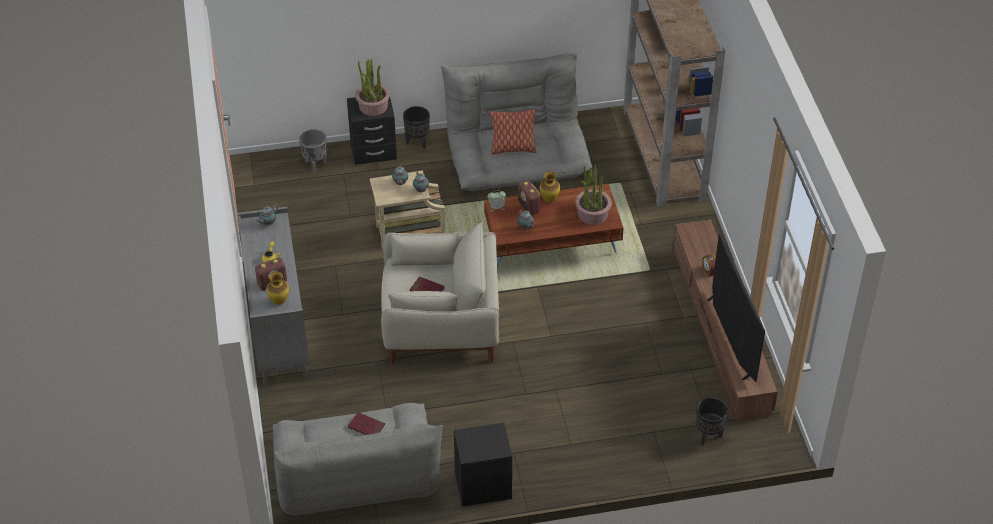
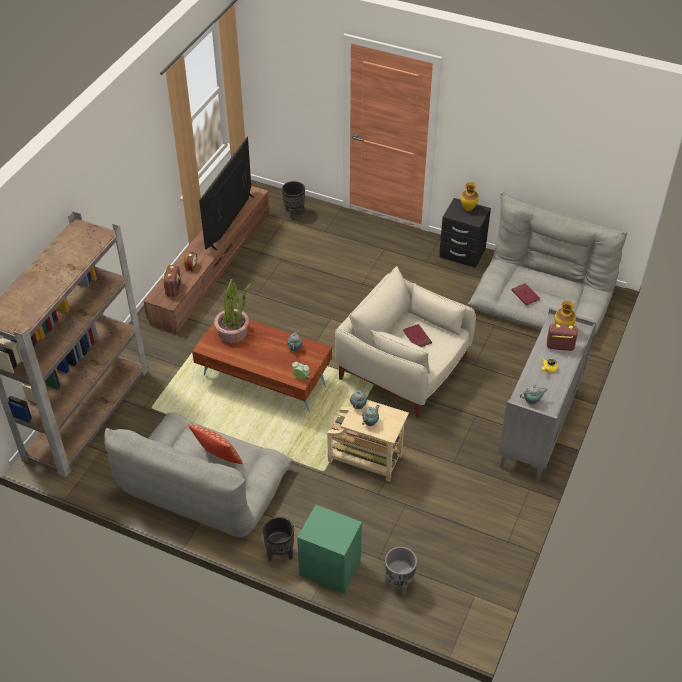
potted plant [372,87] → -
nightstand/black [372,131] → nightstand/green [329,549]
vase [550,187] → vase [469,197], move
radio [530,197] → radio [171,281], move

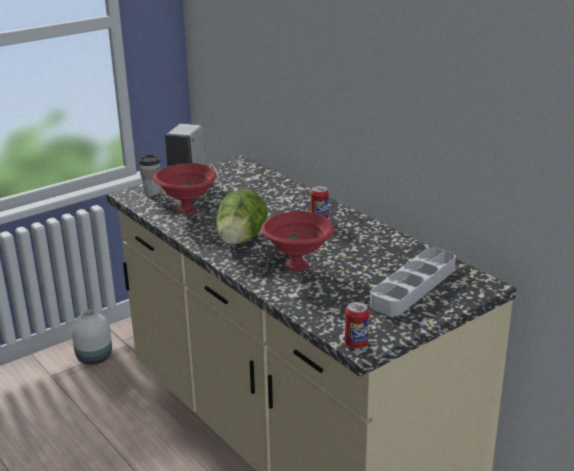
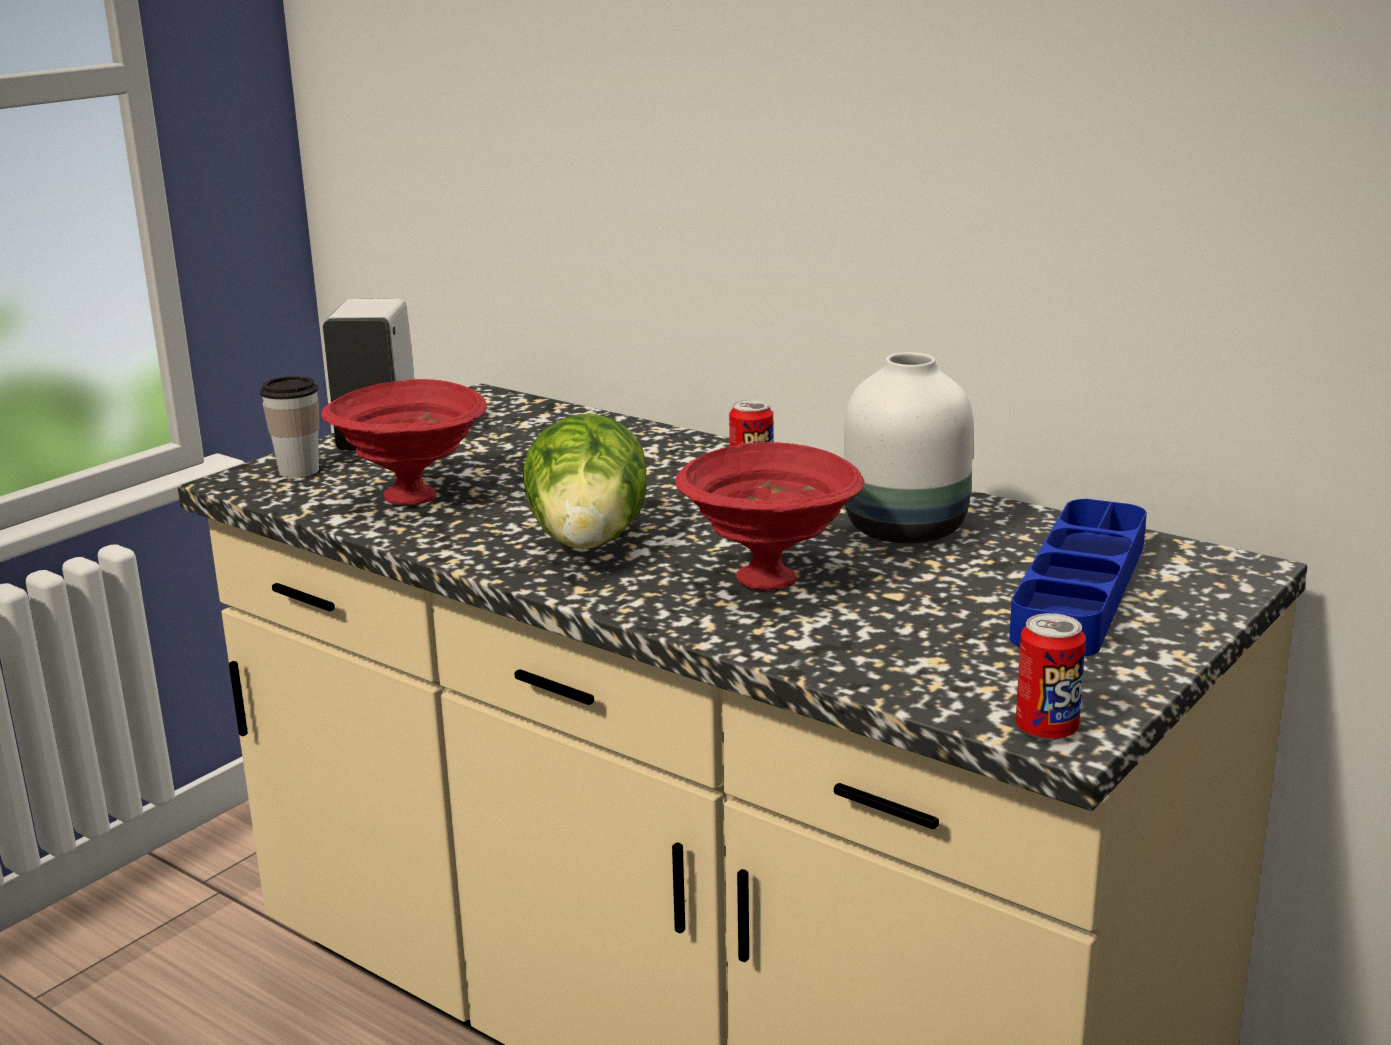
tray/grey [413,281] → tray/blue [1078,578]
vase/white [91,337] → vase/white [909,448], move

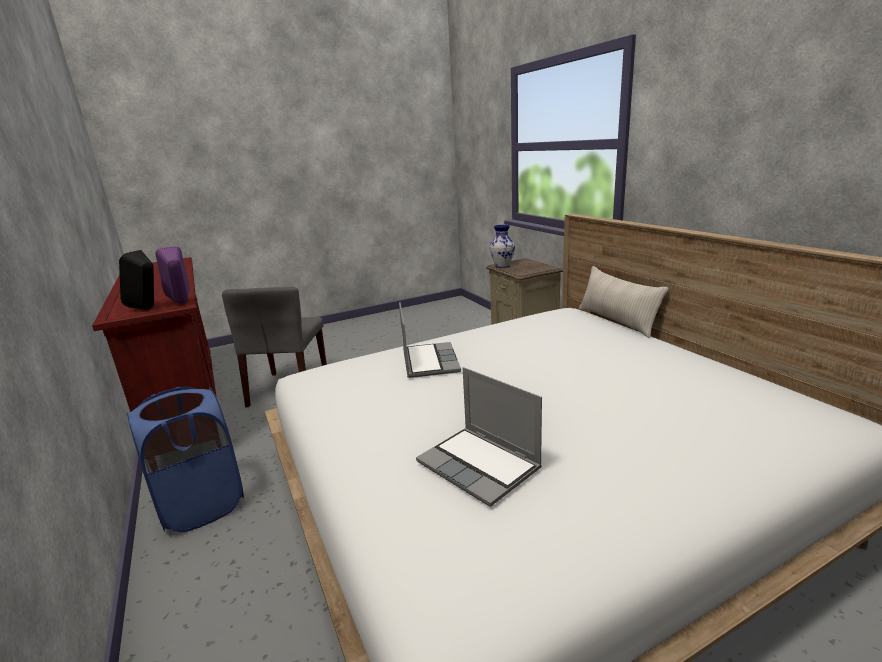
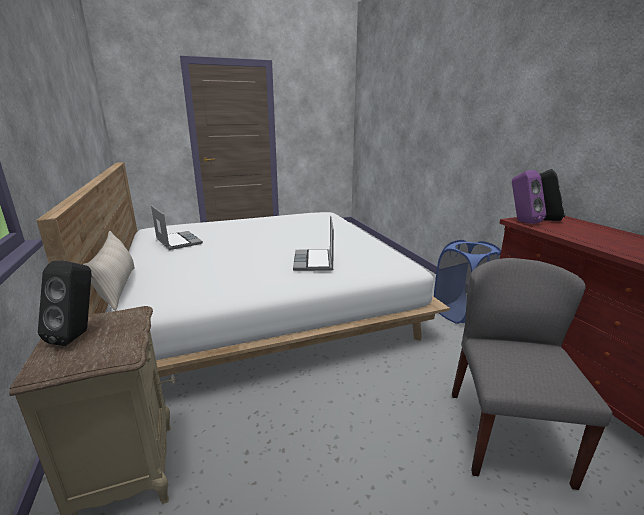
vase [502,246] → -
laptop [479,437] → laptop [177,227], move
- → speaker/black [64,303]

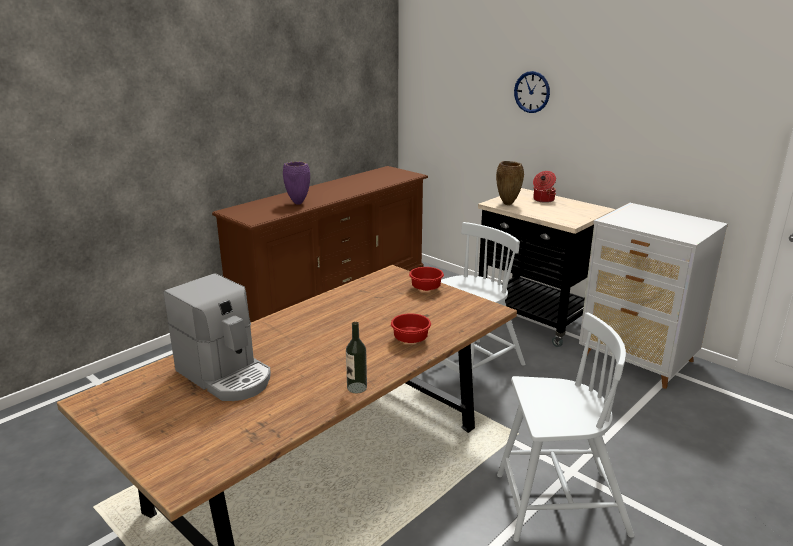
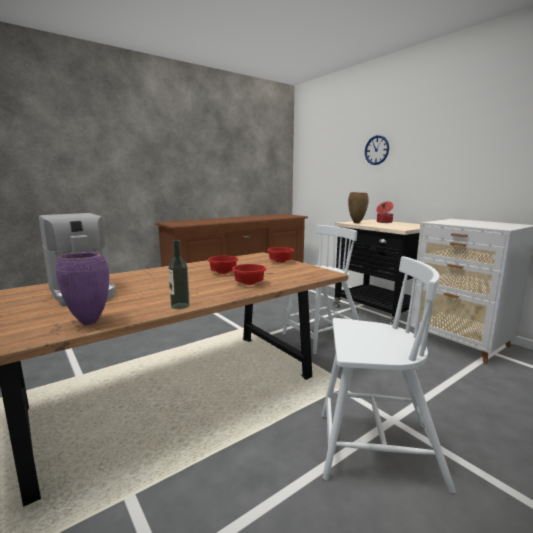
vase/purple [296,183] → vase/purple [82,288], move
- → bowl/red [223,265]

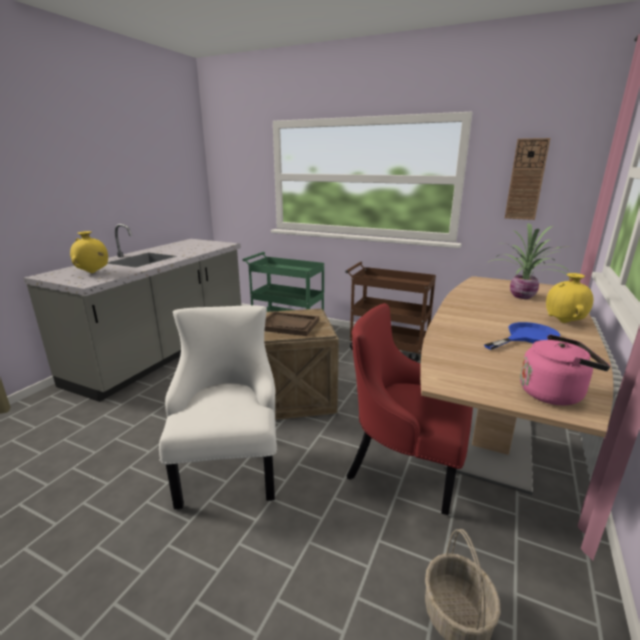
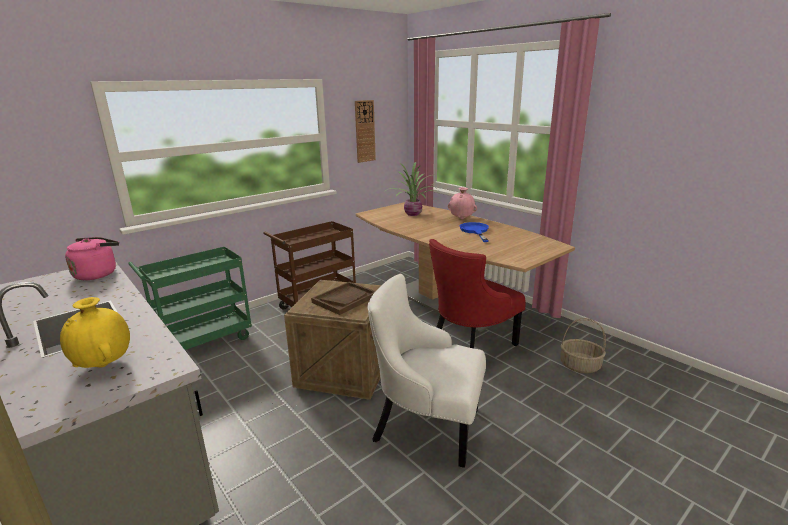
vase/yellow [569,298] → vase/pink [462,203]
kettle/pink [565,370] → kettle/pink [92,258], move

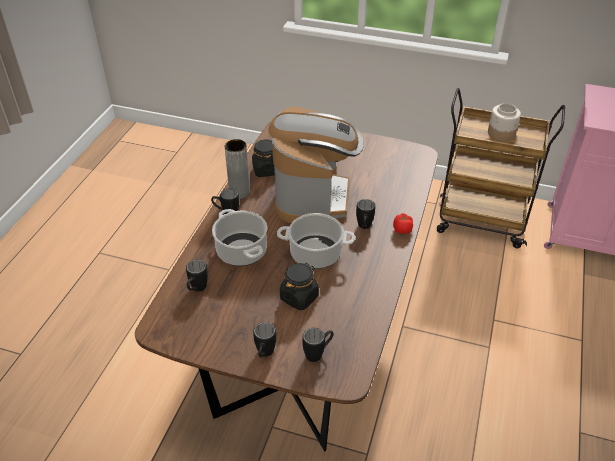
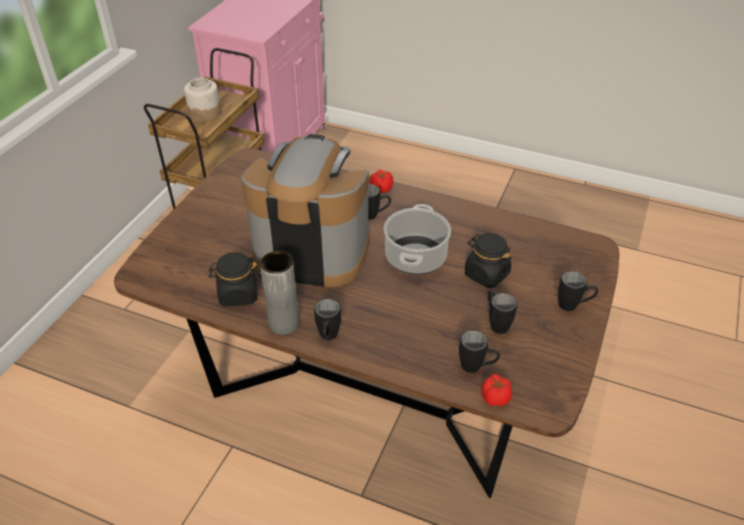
cooking pot [239,237] → -
mug/black [318,345] → mug/black [502,312], move
- → tomato [497,390]

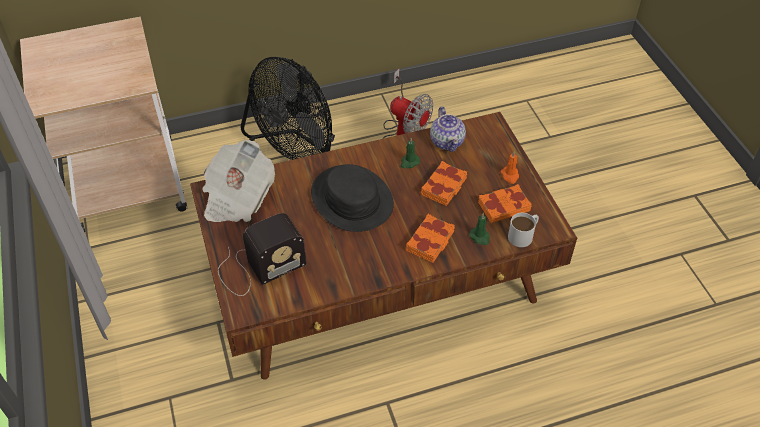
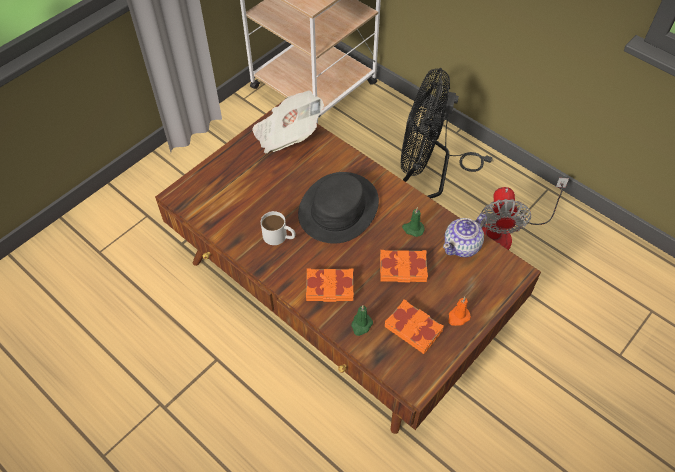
radio [262,254] → -
mug/white [523,230] → mug/white [278,228], move

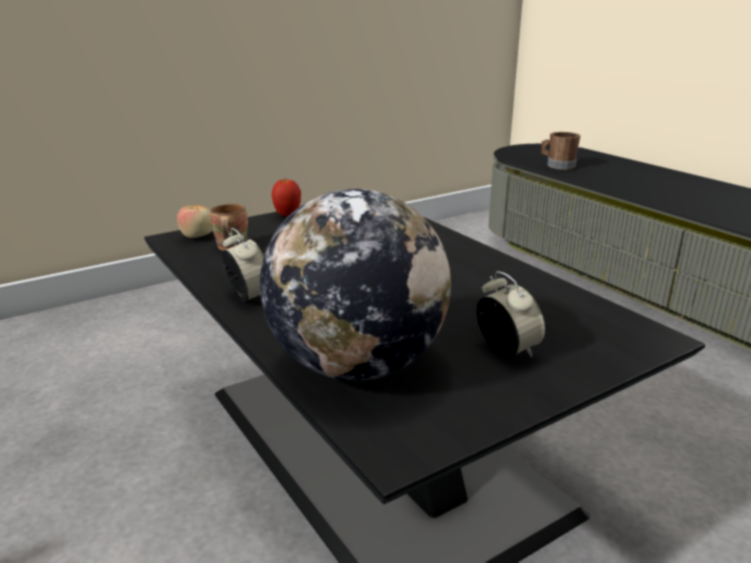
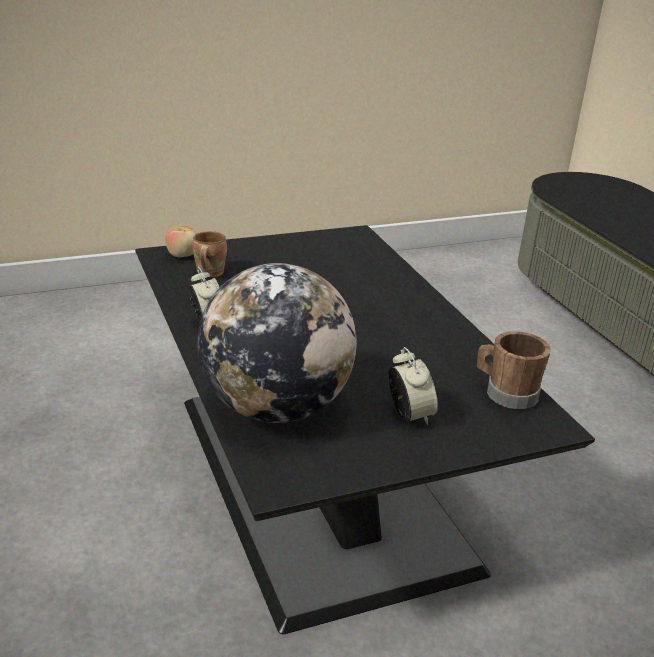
mug/brown [561,151] → mug/brown [514,370], move
apple [286,197] → -

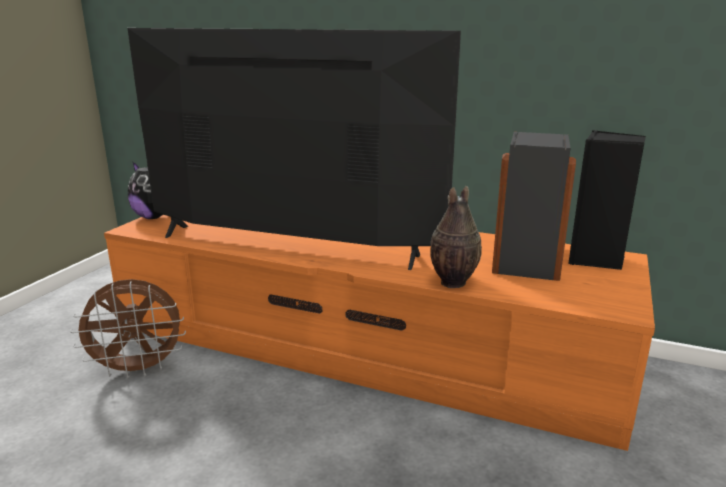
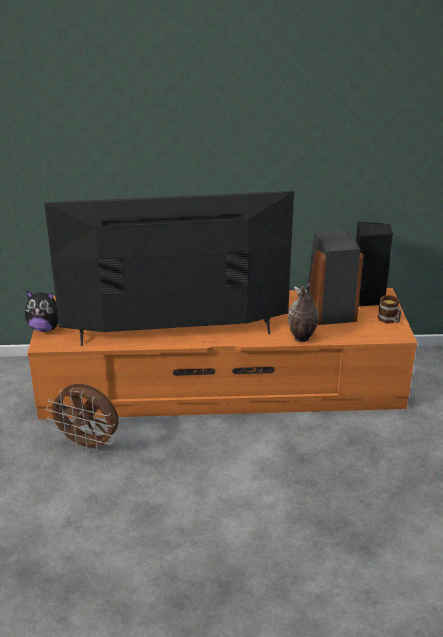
fan/brown [128,329] → fan/brown [82,418], 60 degrees clockwise
- → mug [389,309]

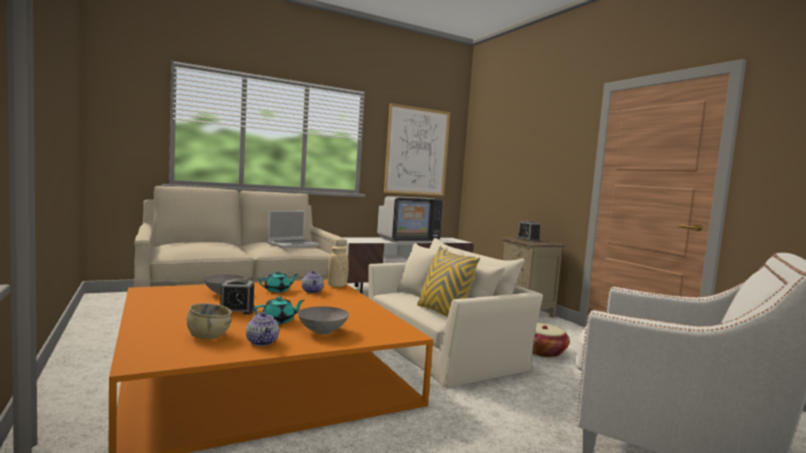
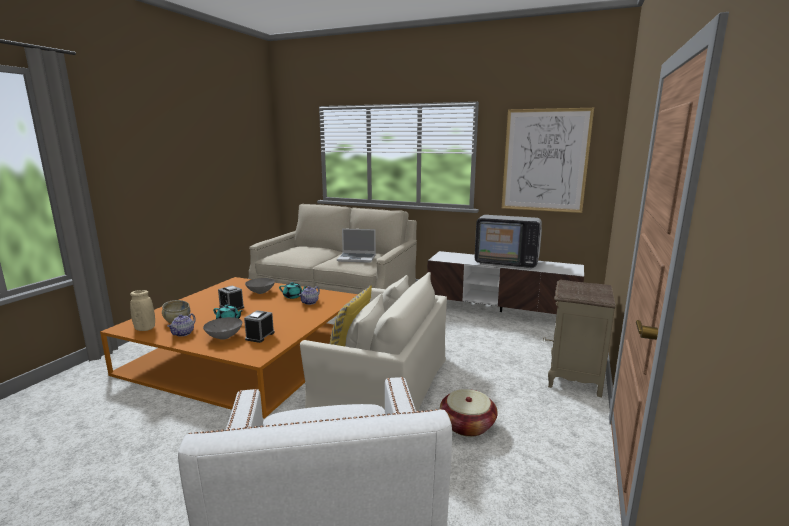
alarm clock [529,231] → alarm clock [259,326], move
vase/beige [338,266] → vase/beige [142,310], move

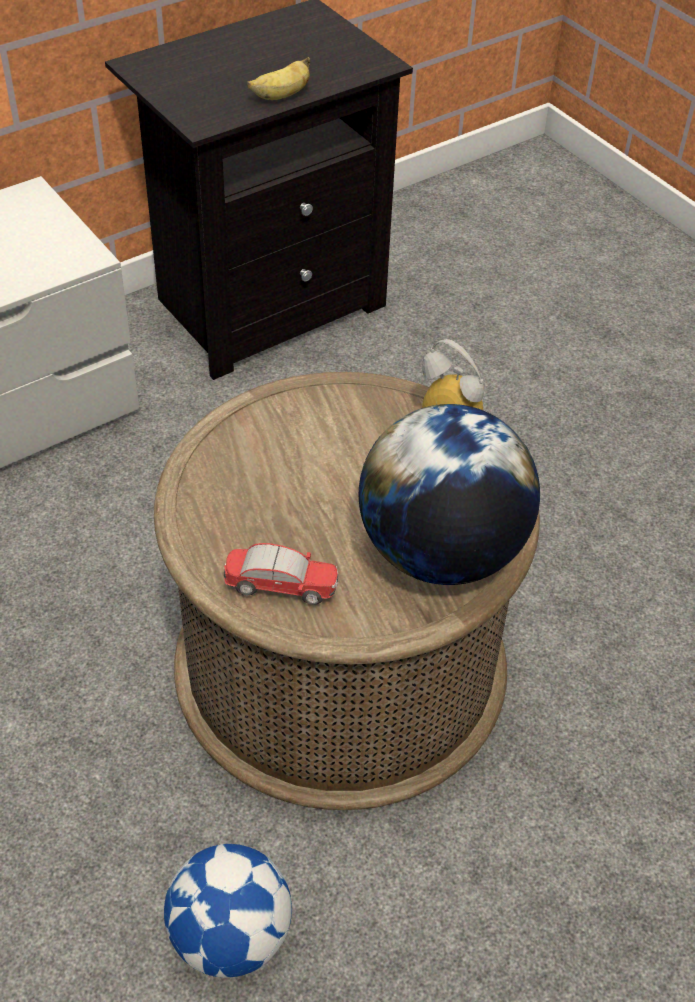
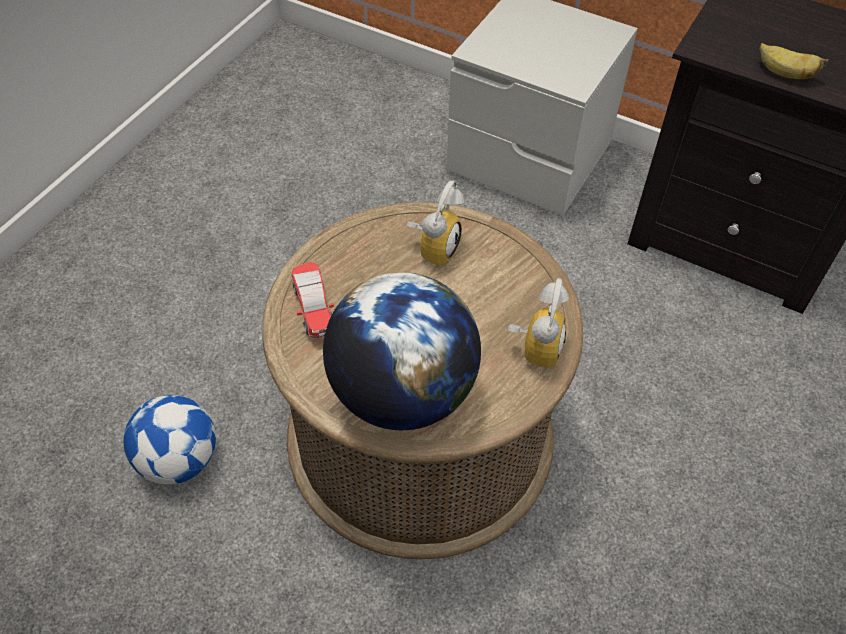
- → alarm clock [435,223]

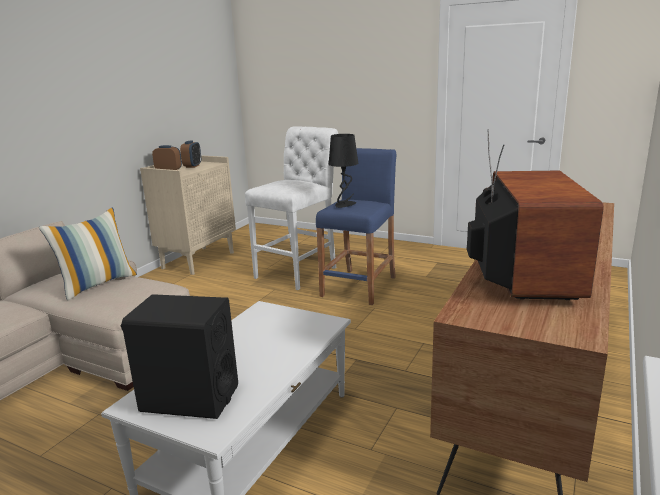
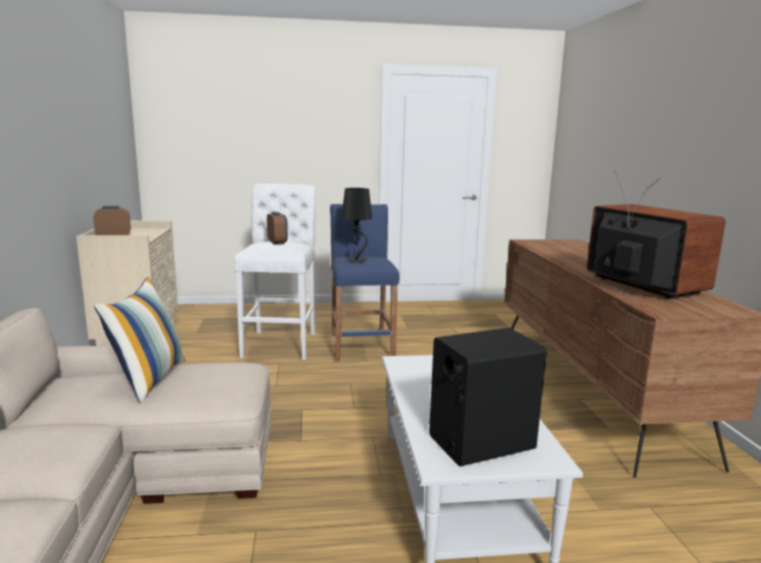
alarm clock [190,154] → alarm clock [277,228], move

